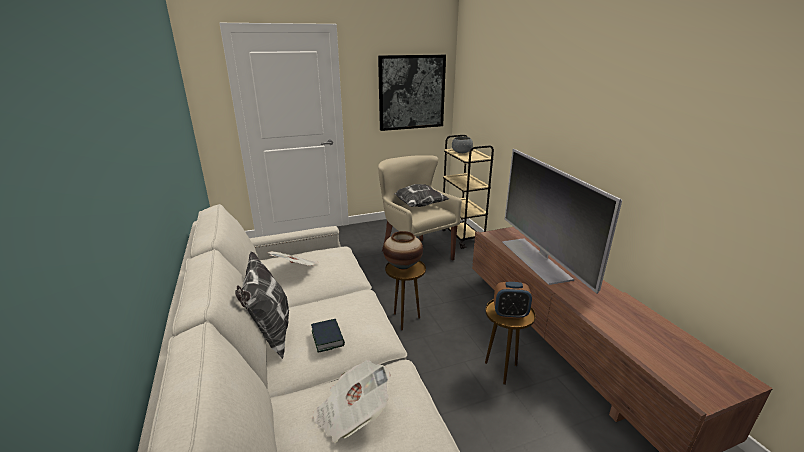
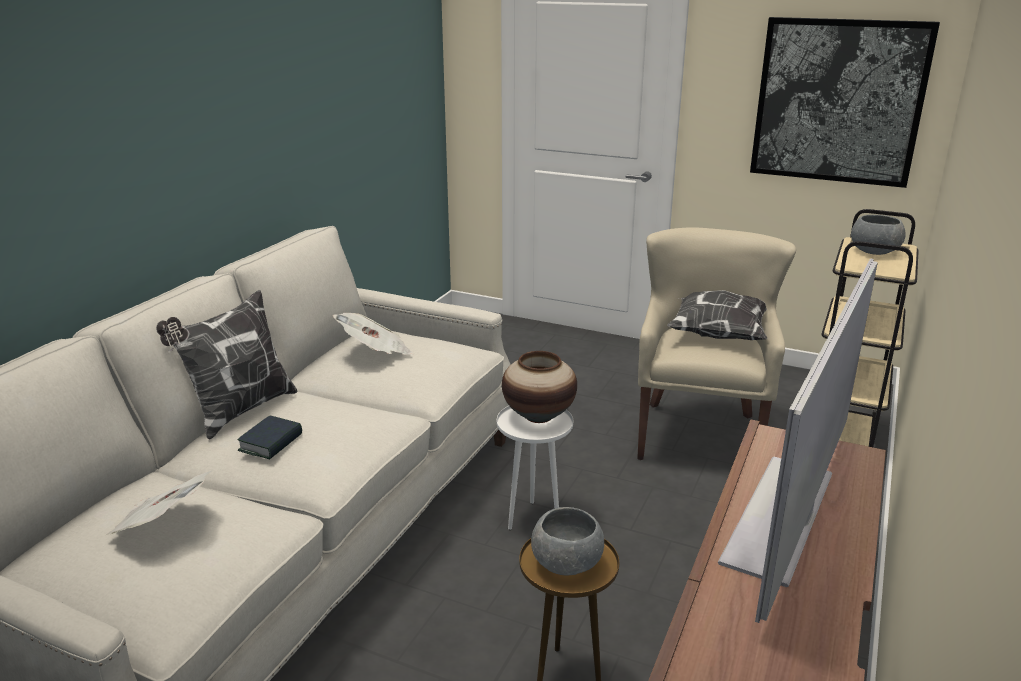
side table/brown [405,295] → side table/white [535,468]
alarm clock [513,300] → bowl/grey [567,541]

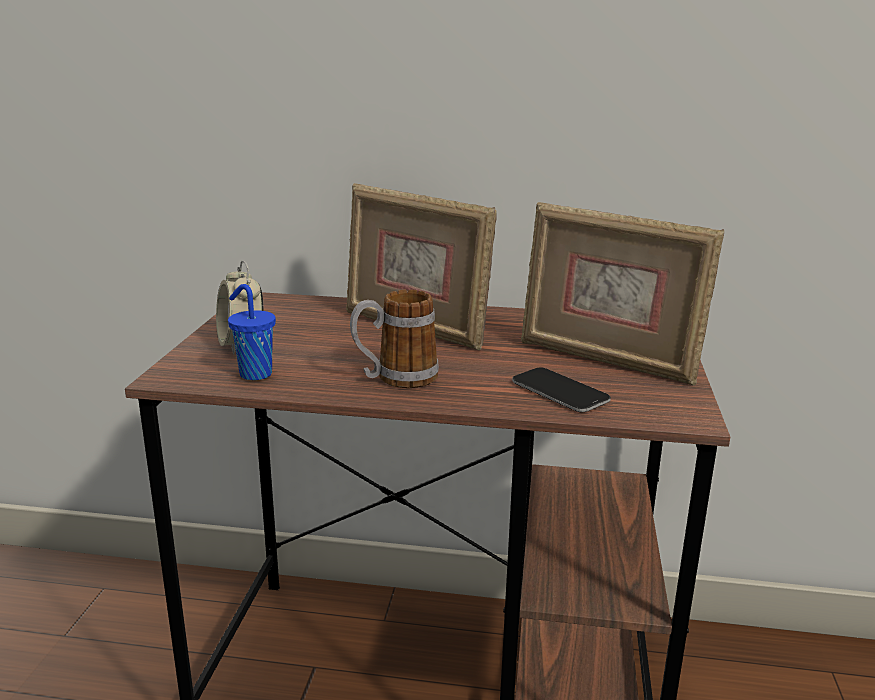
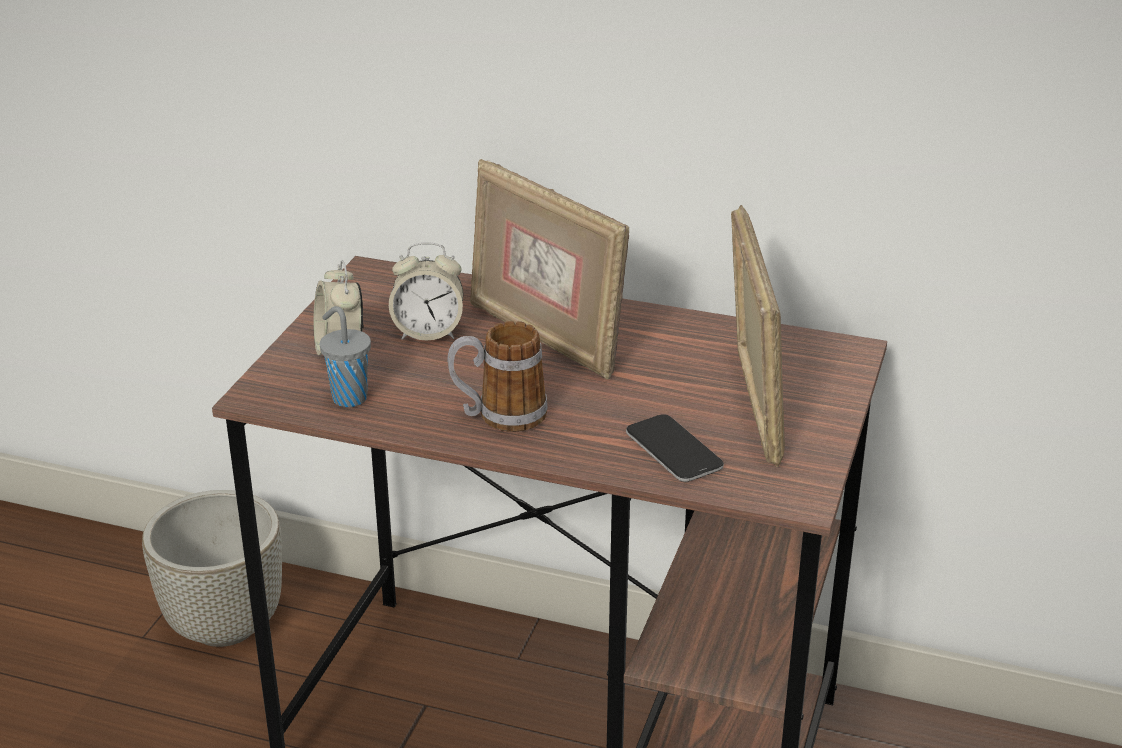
picture frame [622,293] → picture frame [758,336], 135 degrees counterclockwise
cup/blue [252,332] → cup/grey [345,356]
- → alarm clock [426,291]
- → planter/grey [212,568]

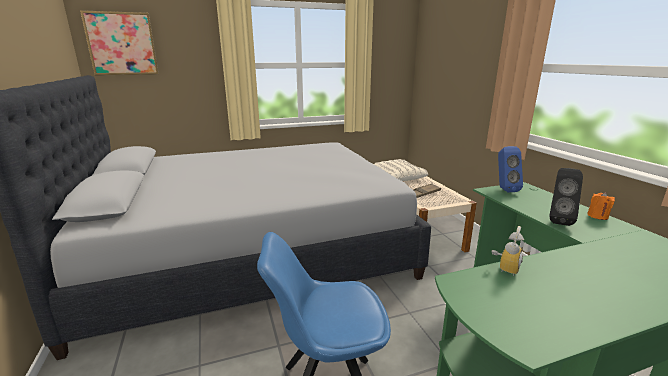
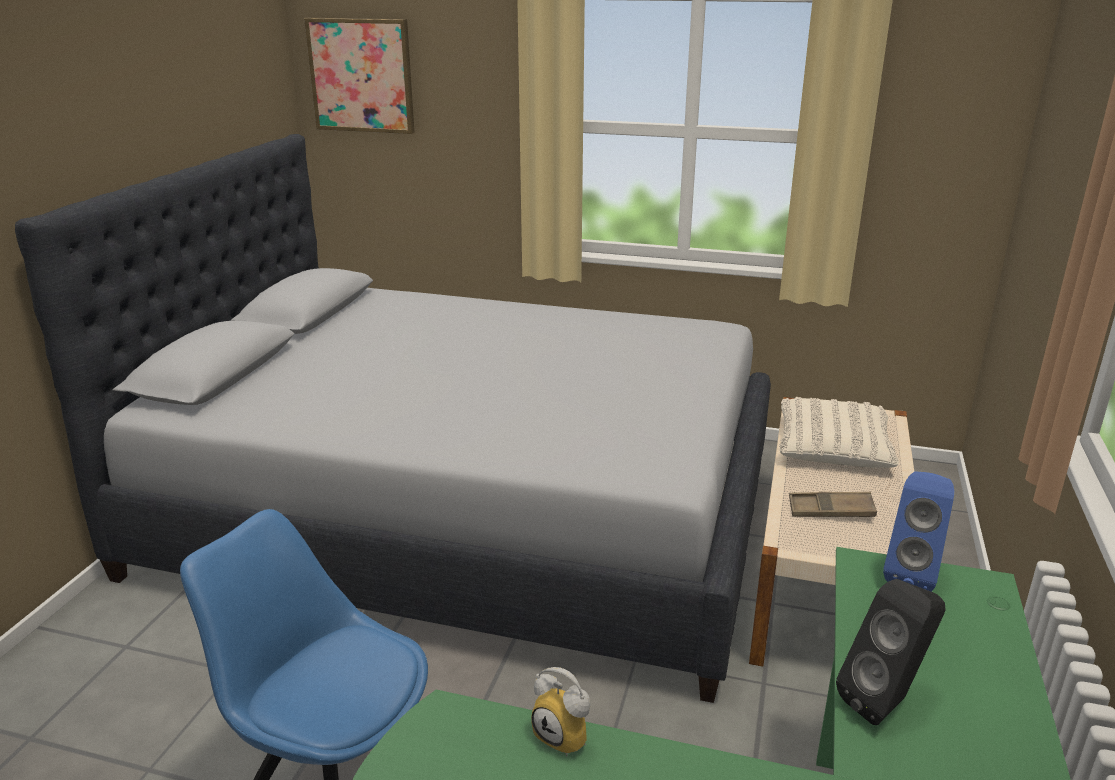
candle/orange [601,206] → -
alarm clock [507,251] → alarm clock [561,712], 60 degrees clockwise

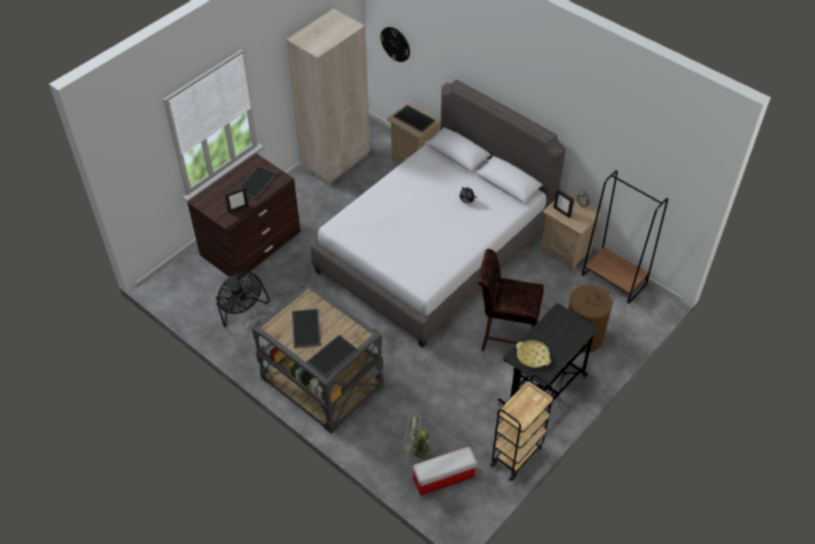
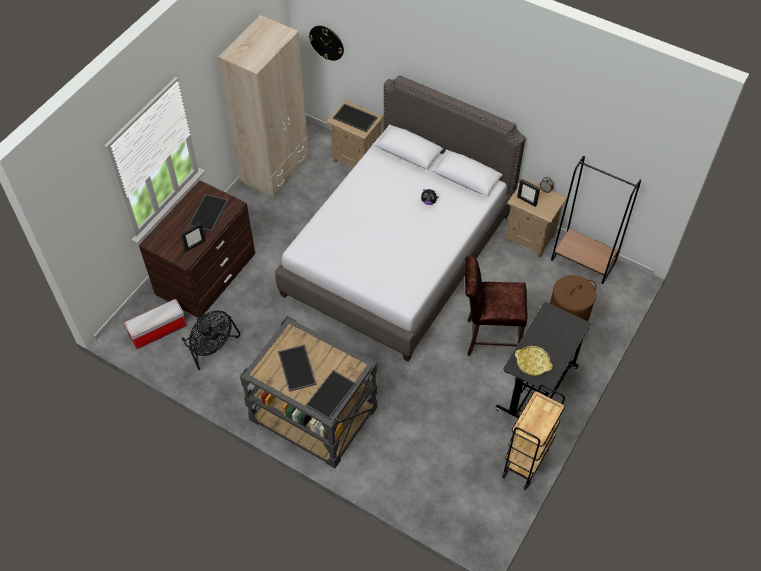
fan/green [420,438] → -
storage box [445,471] → storage box [155,324], move

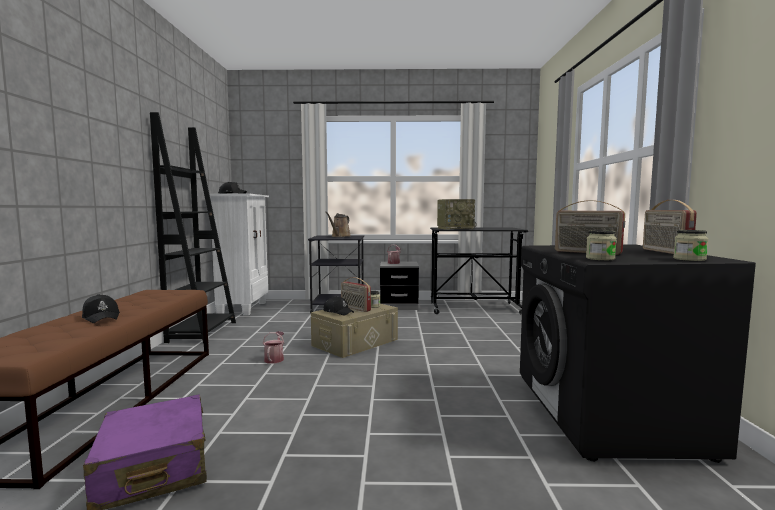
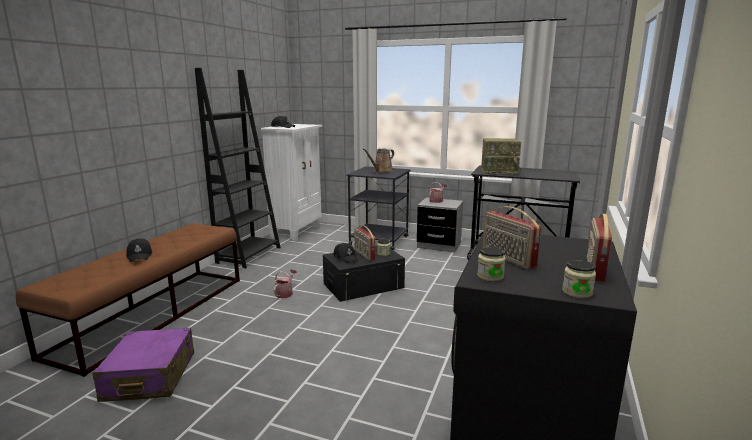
storage box/beige [354,331] → storage box/black [364,274]

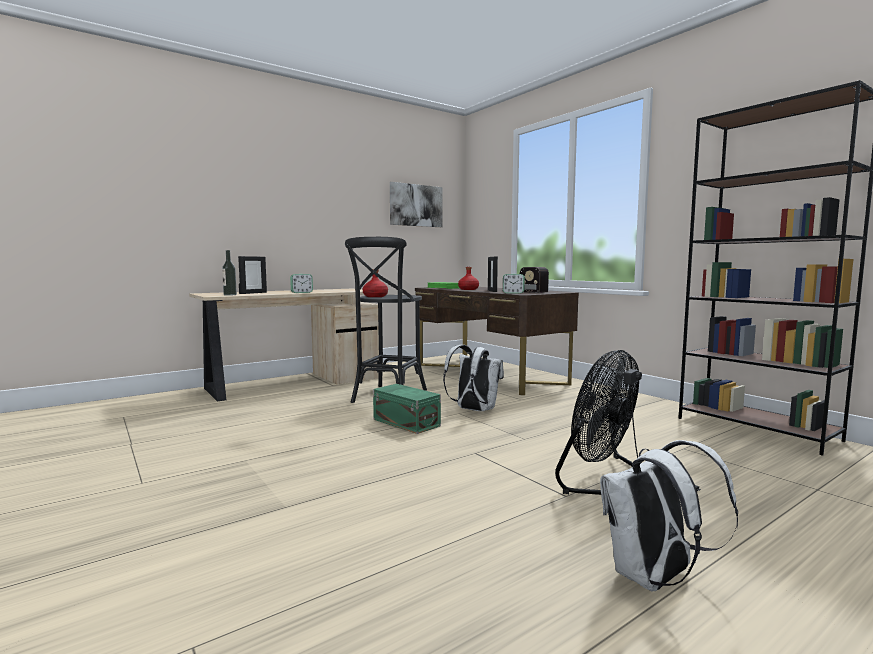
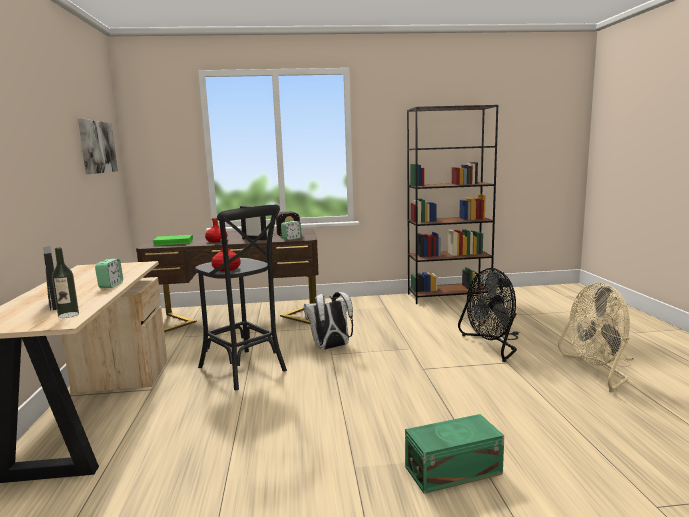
storage box/green [407,409] → storage box/green [454,454], move
backpack/white [669,516] → fan/beige [596,337]

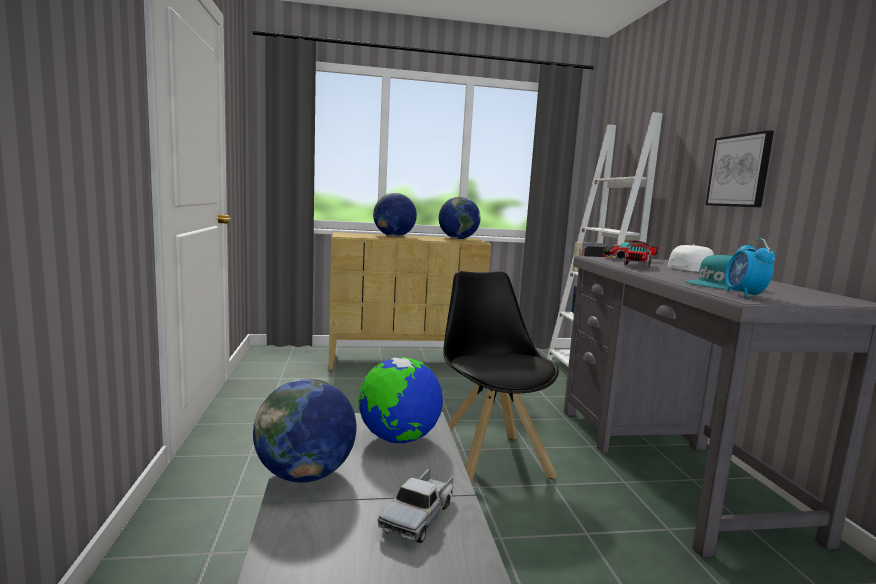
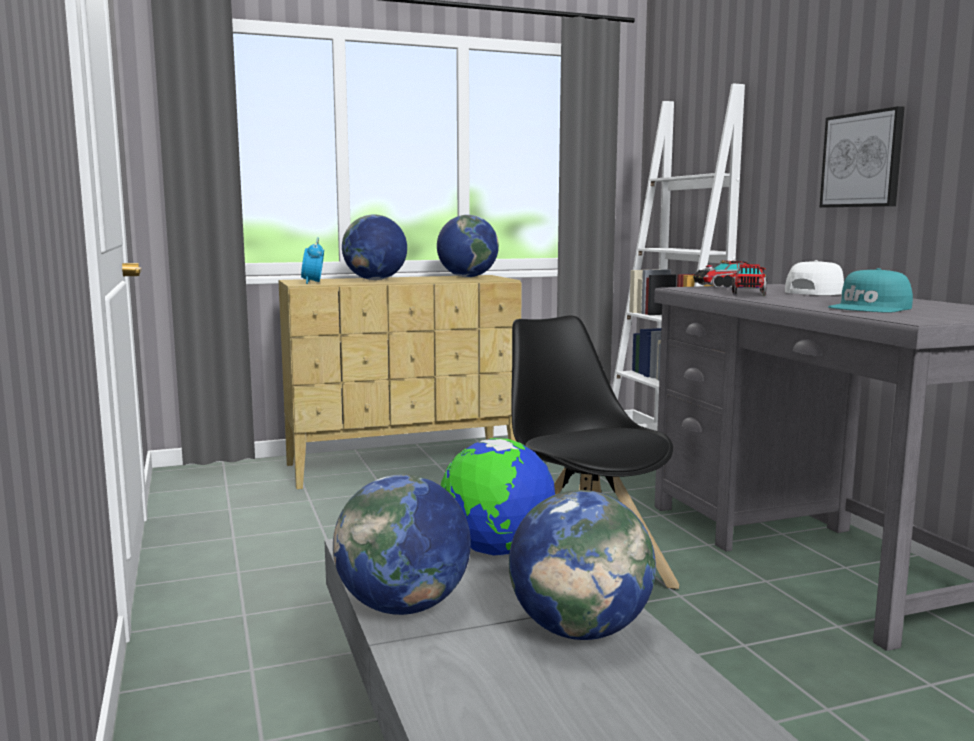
alarm clock [750,268] → alarm clock [312,260], move
toy truck [415,505] → globe [582,565]

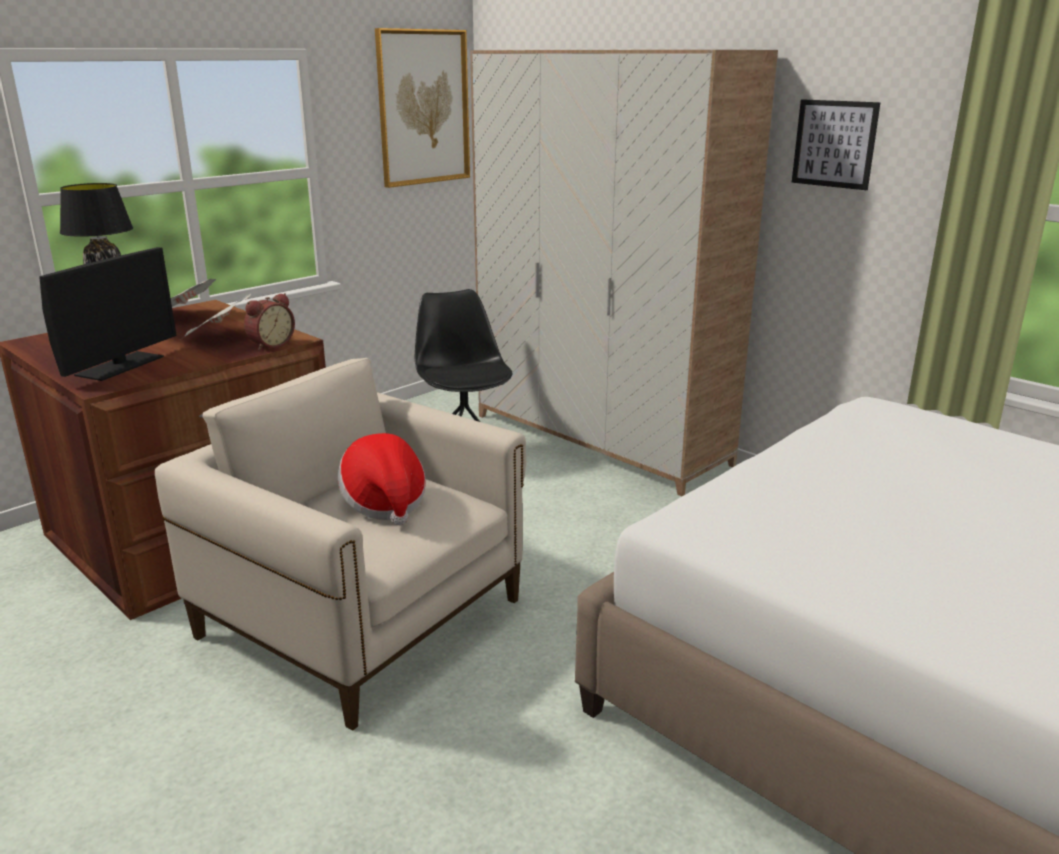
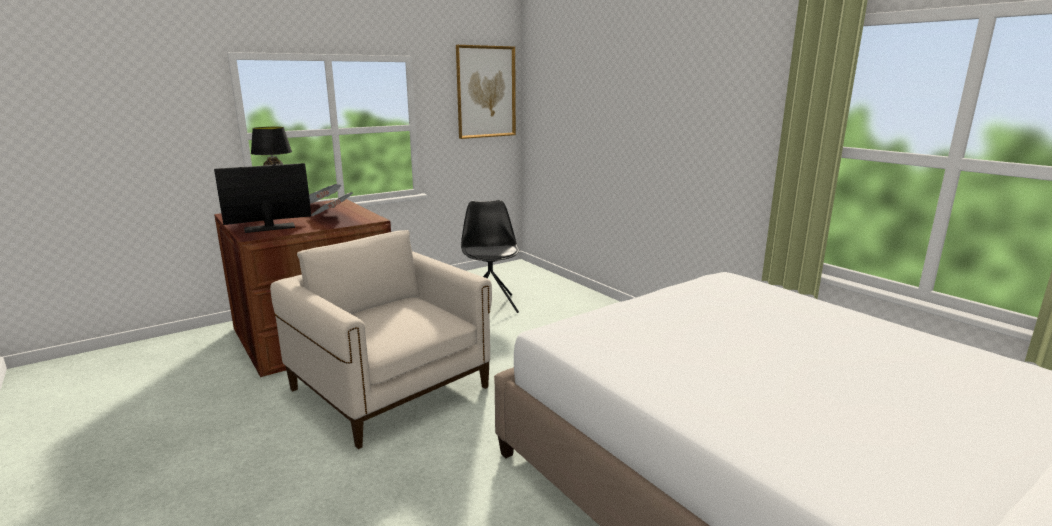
wardrobe/white [624,273] → -
picture [836,144] → -
monitor [108,314] → monitor [262,198], 150 degrees counterclockwise
alarm clock [269,322] → -
hat [382,479] → -

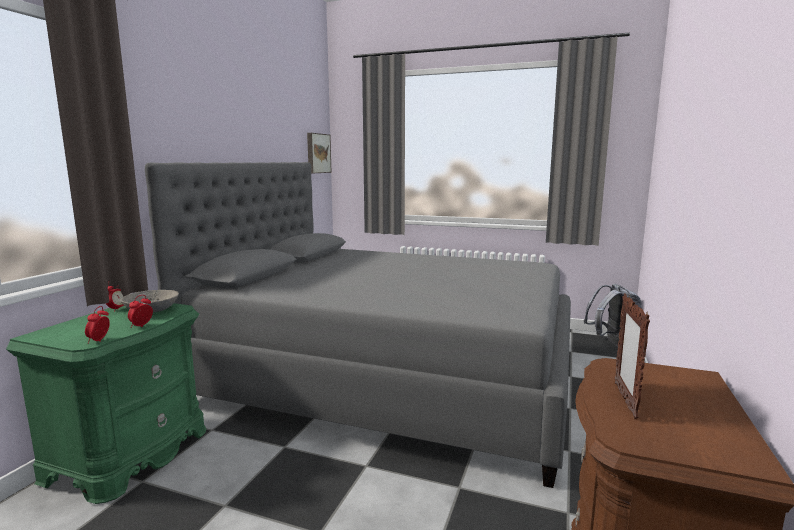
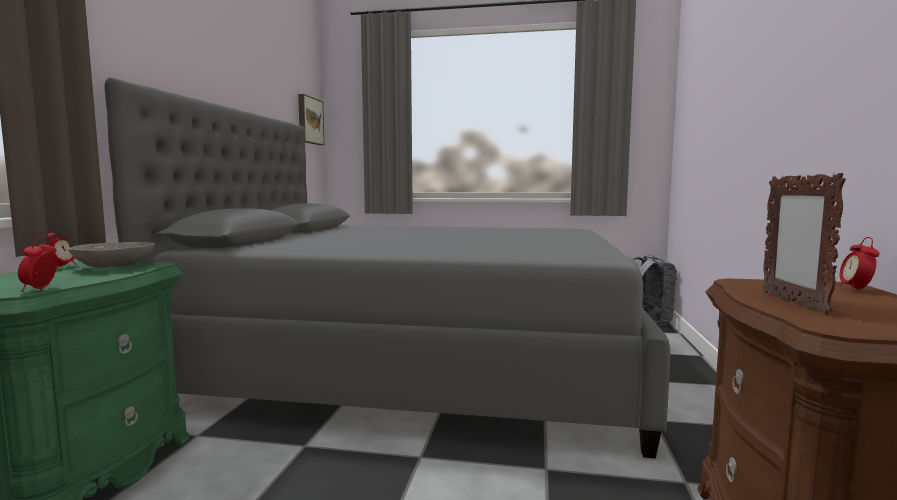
alarm clock [140,311] → alarm clock [859,264], move

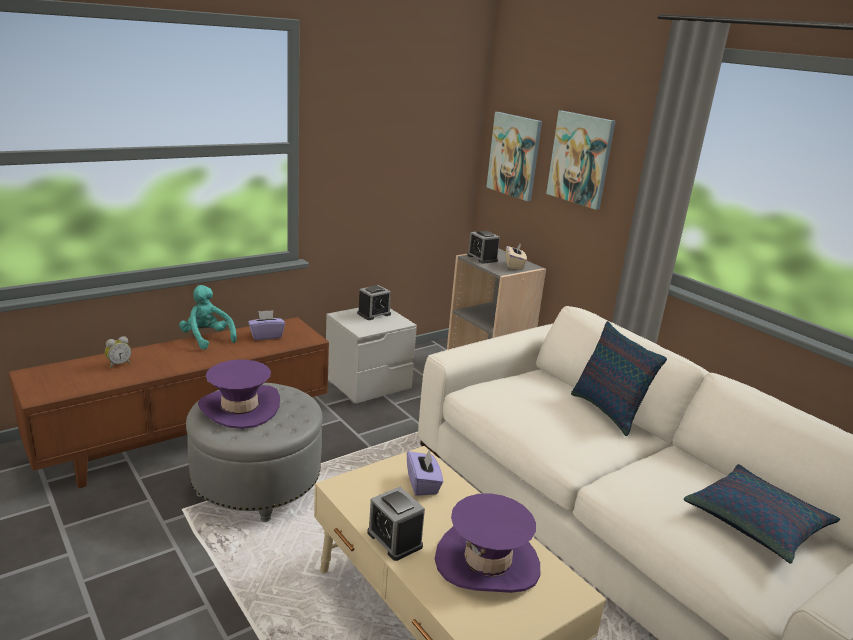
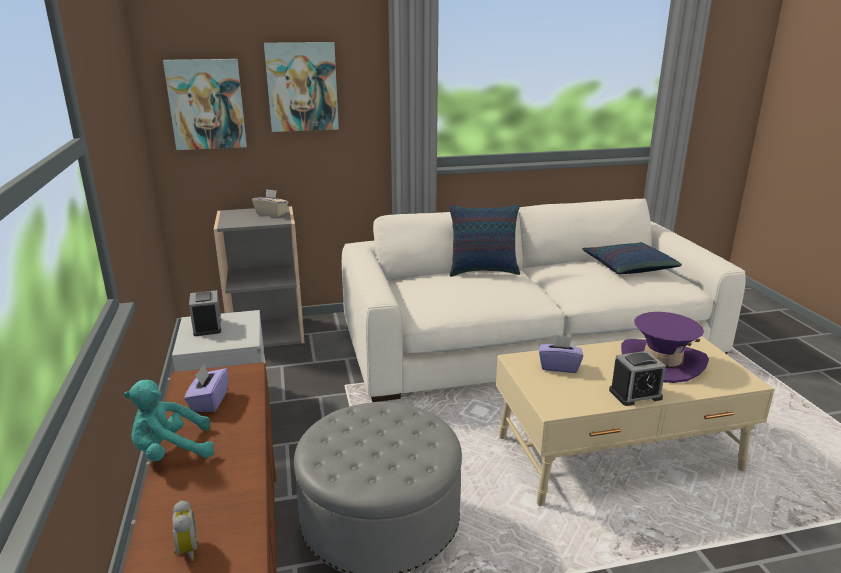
alarm clock [483,247] → -
hat/purple [239,394] → -

